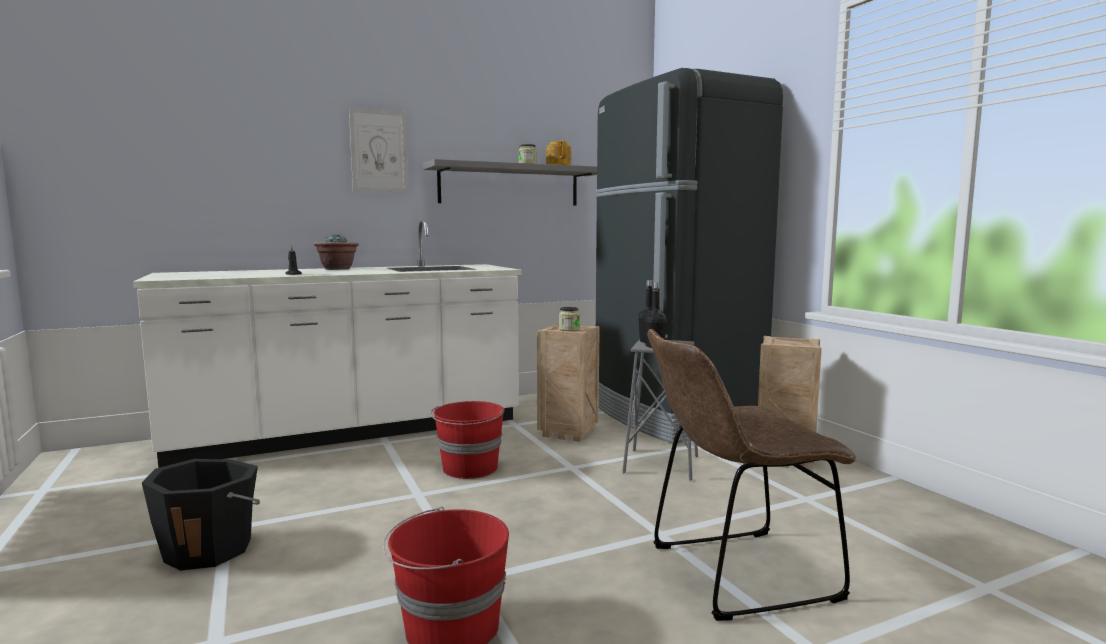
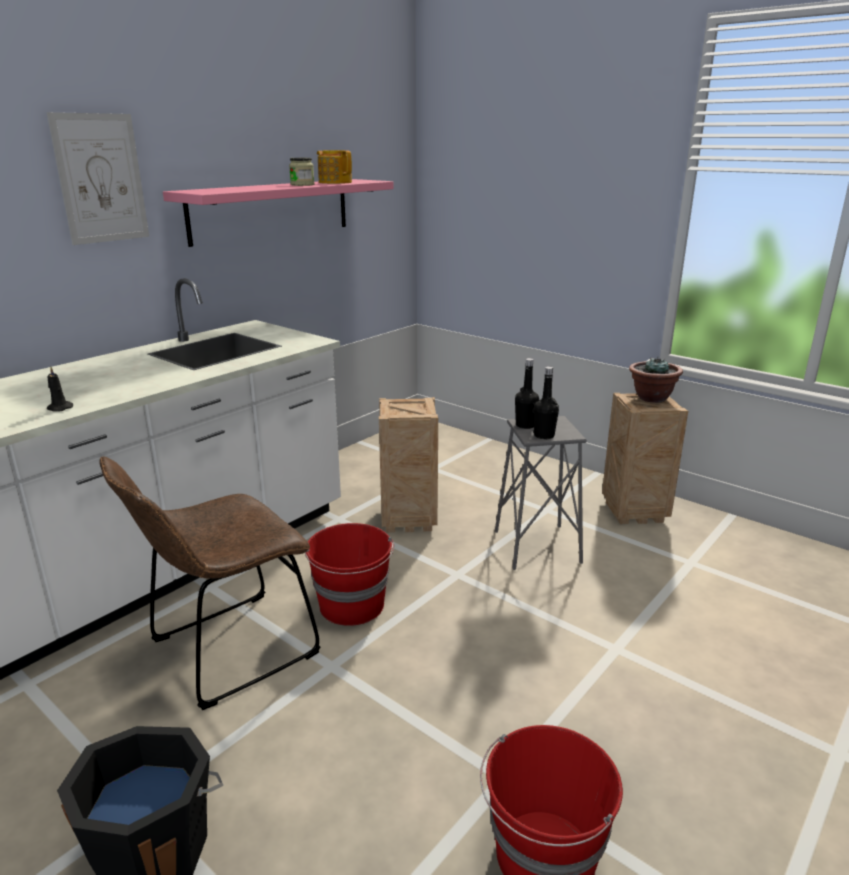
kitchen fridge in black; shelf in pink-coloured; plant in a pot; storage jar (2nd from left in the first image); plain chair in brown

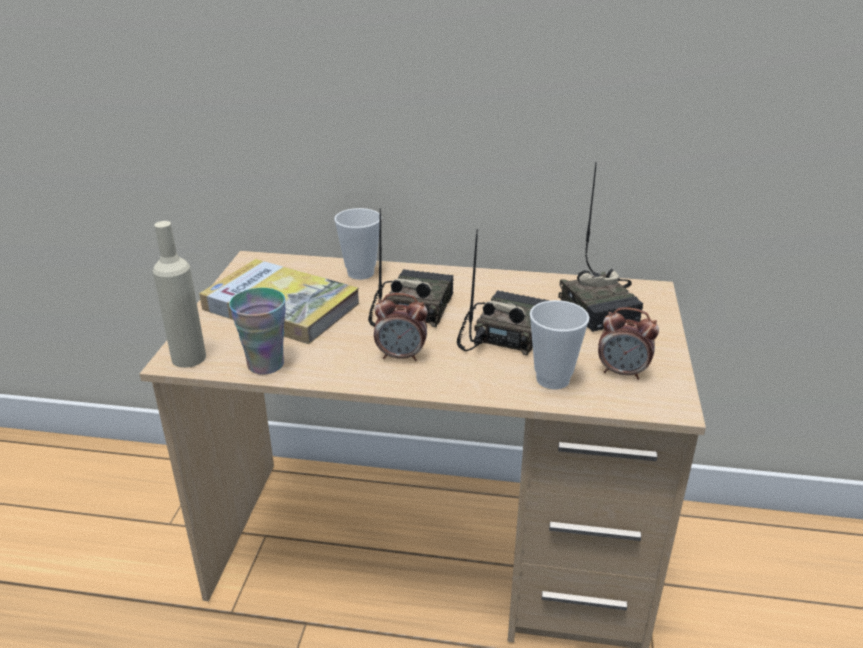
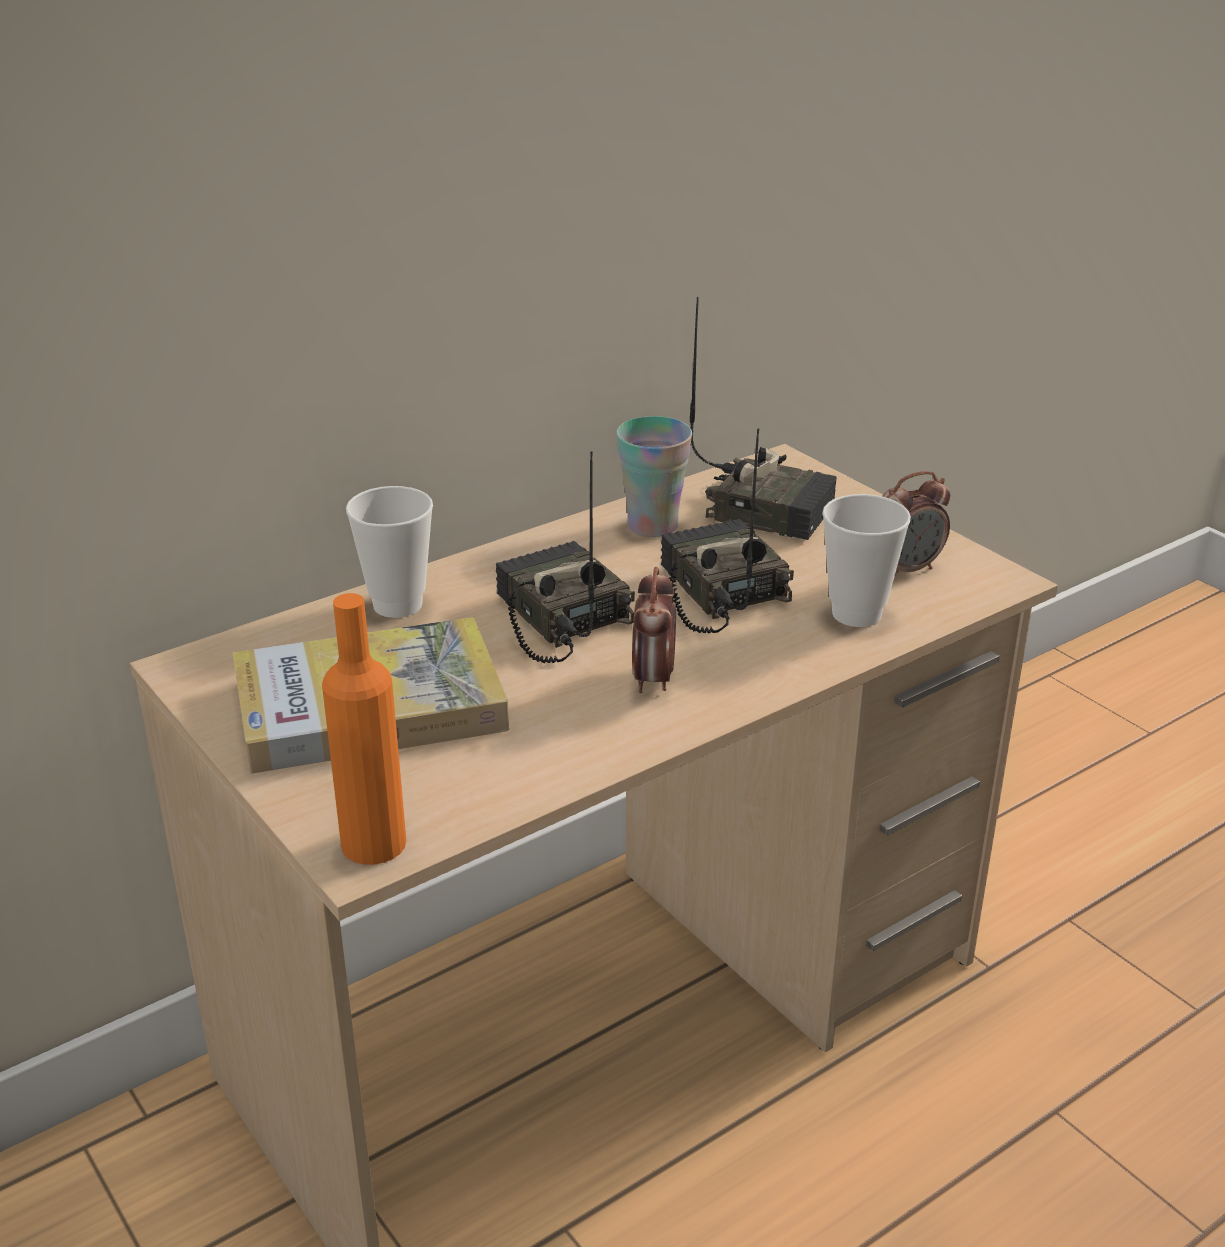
bottle in orange-coloured; drinking cup (2nd from left); alarm clock (1st from left)

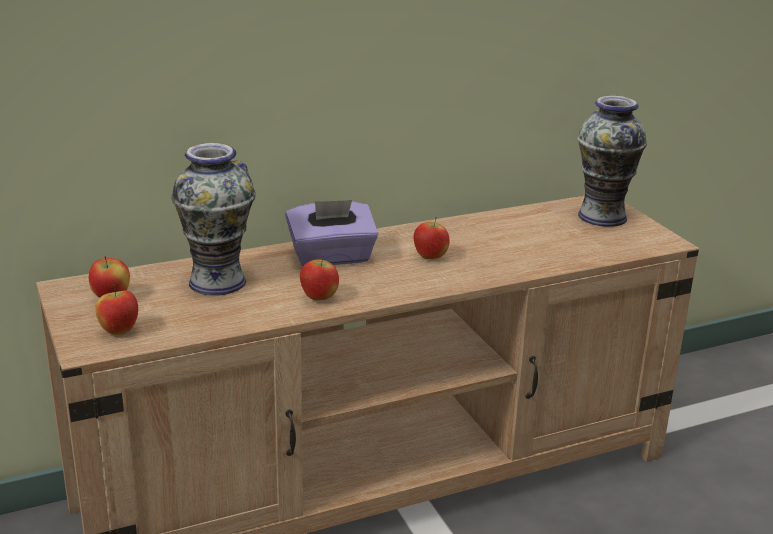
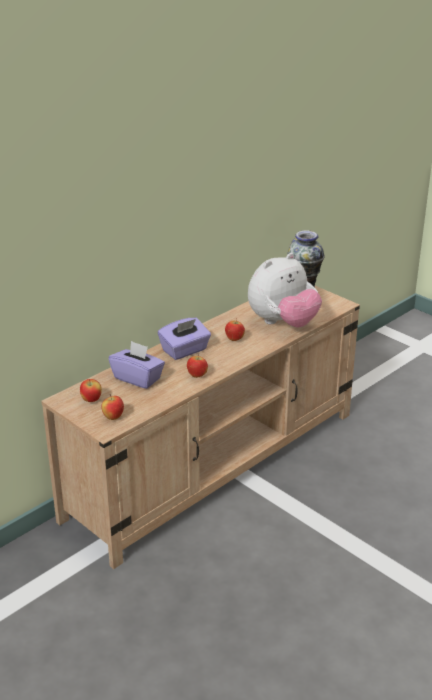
tissue holder in purple-coloured (1st from left); soft toy

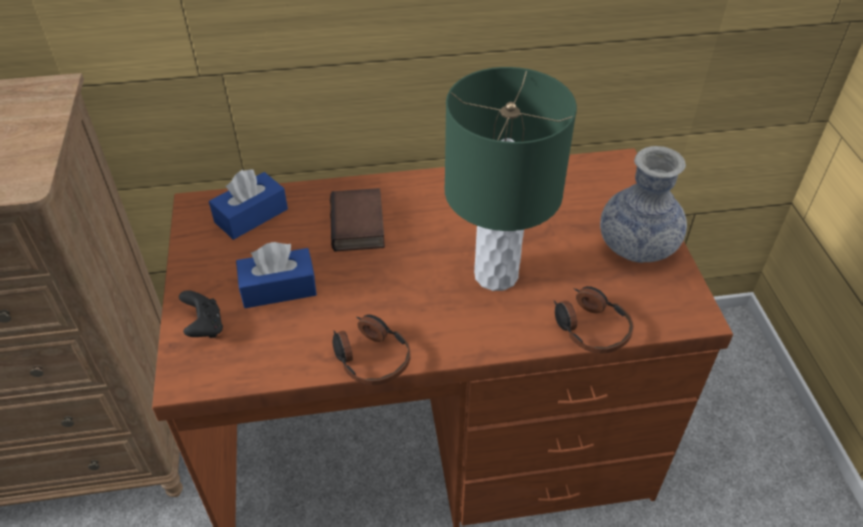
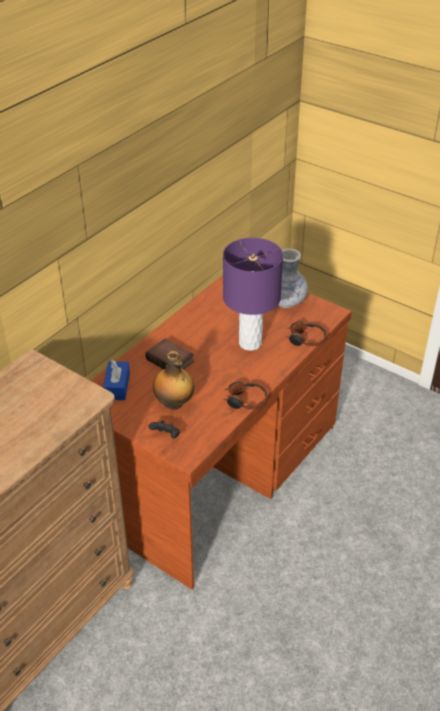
lamp for a table in purple-coloured; bottle

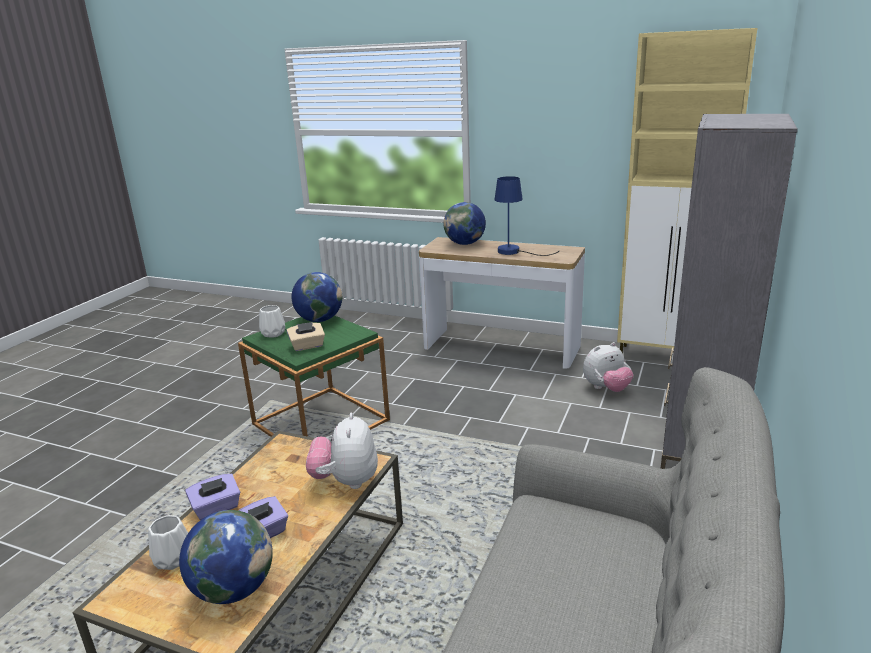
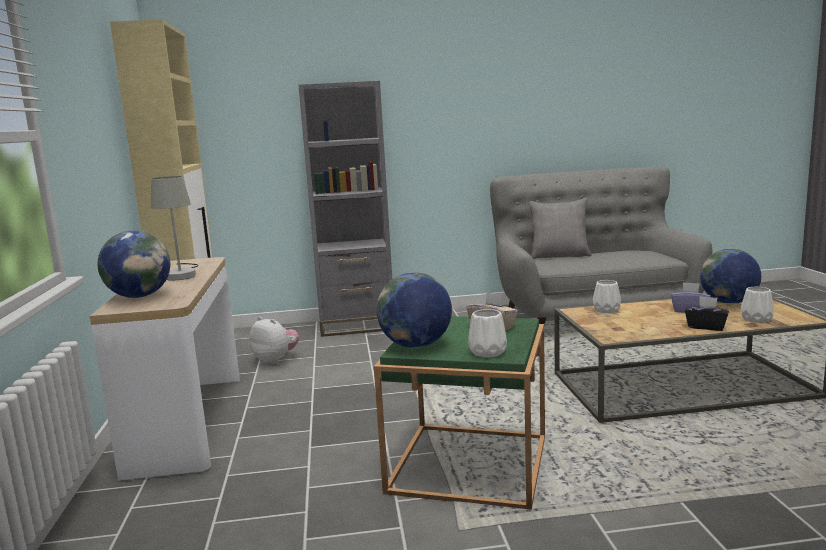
lamp for a table in grey; decorative vase in white (2nd from left); tissue holder in black; cushion in grey

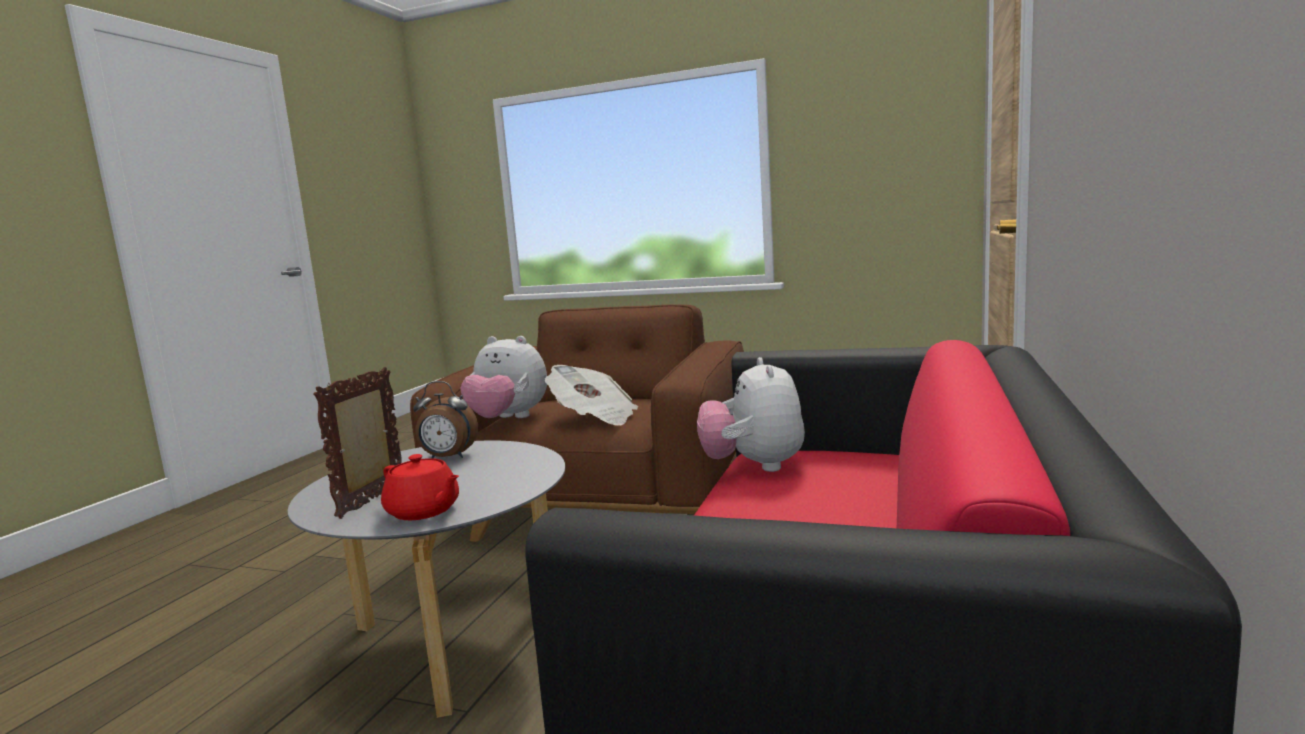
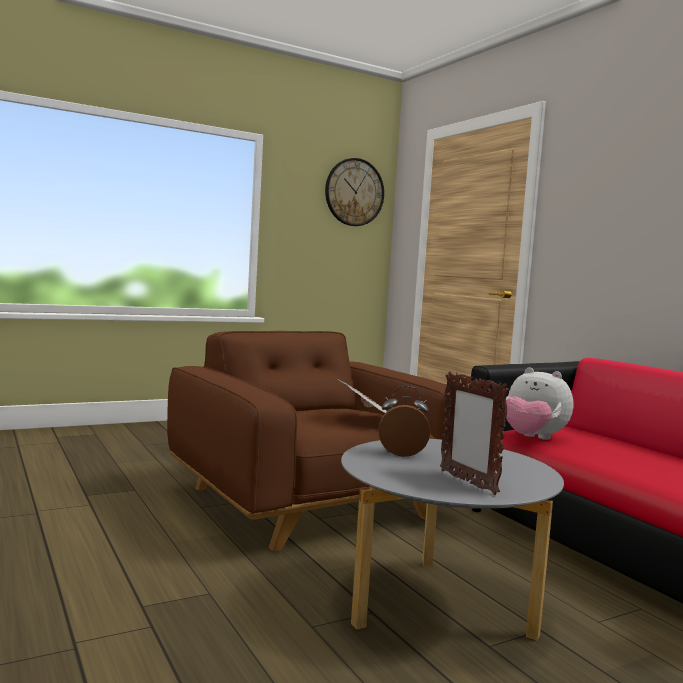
soft toy (1st from left in the first image); alarm clock; tea pot in red-coloured; wall clock

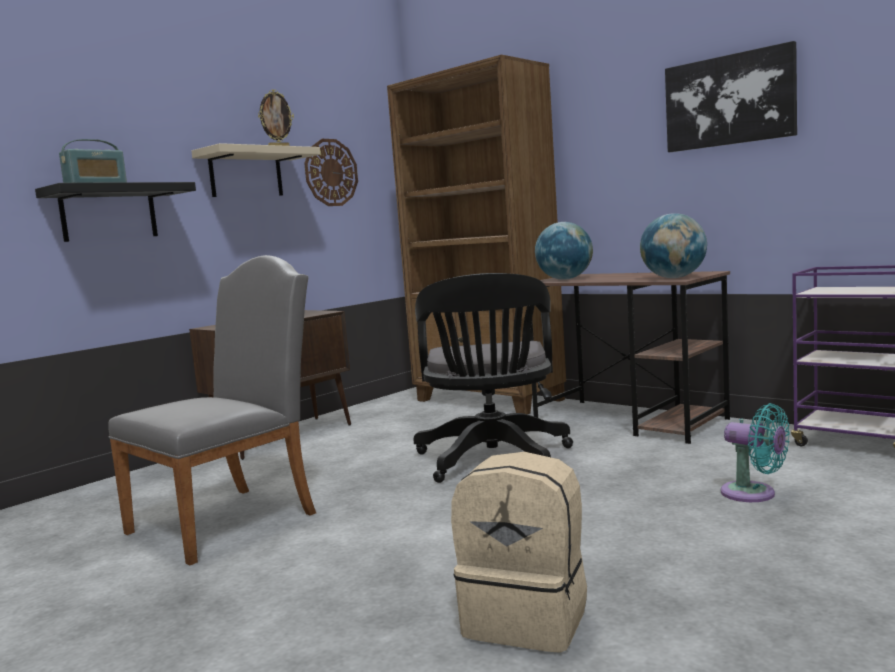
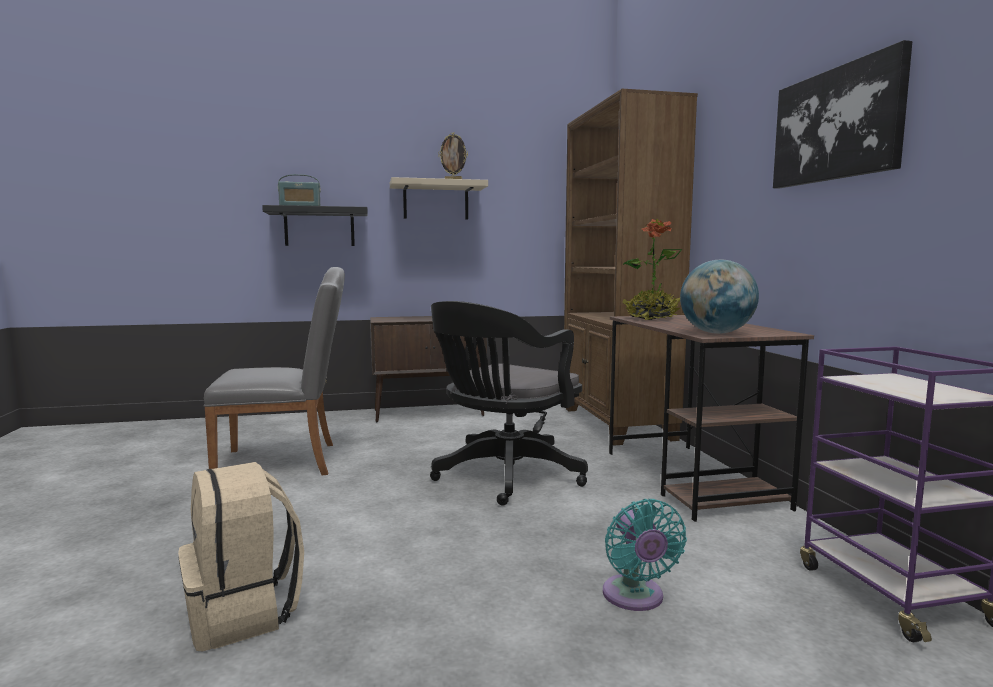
wall clock; plant in a pot

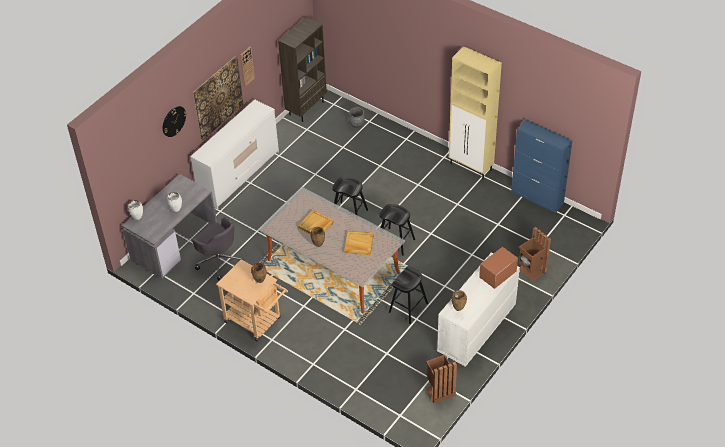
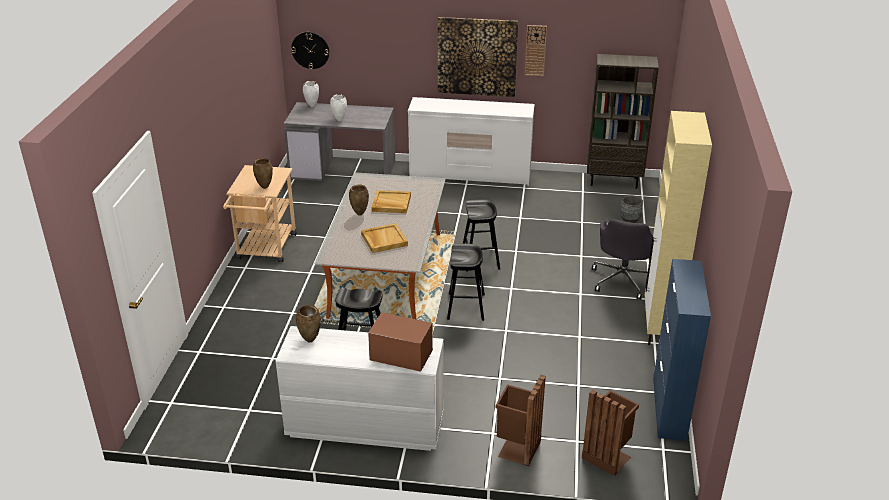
wall clock (1st from left); computer chair in grey; waste bin in brown (2nd from left)

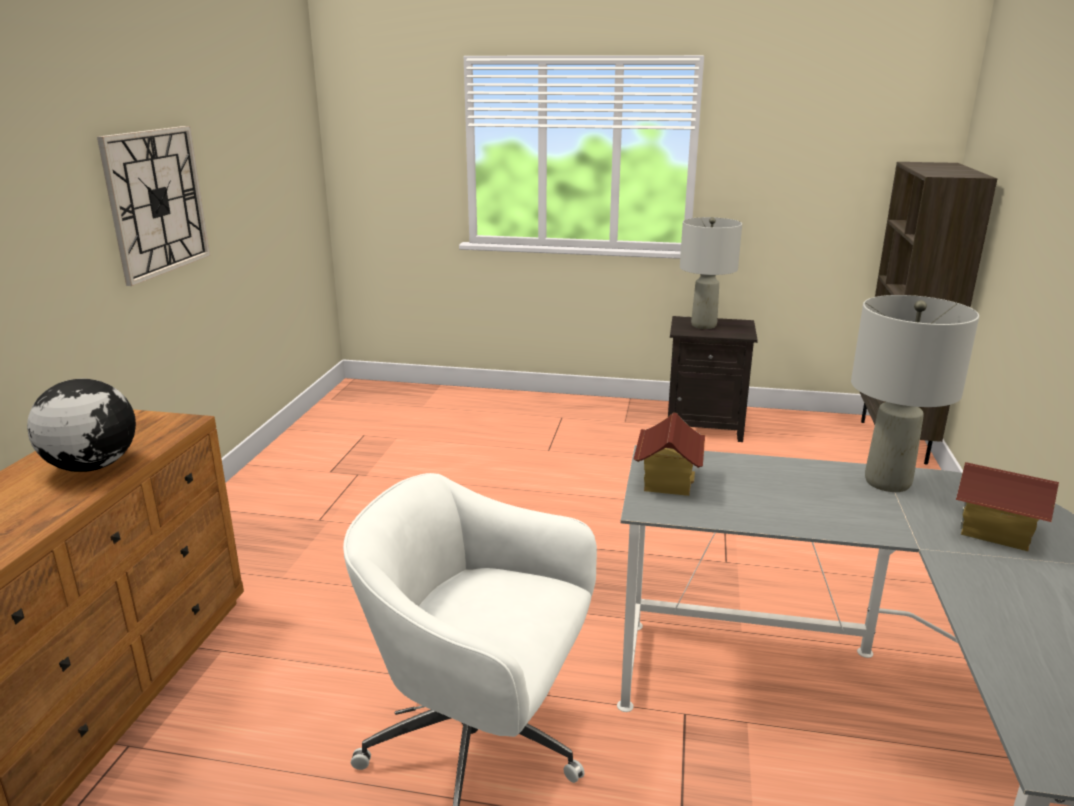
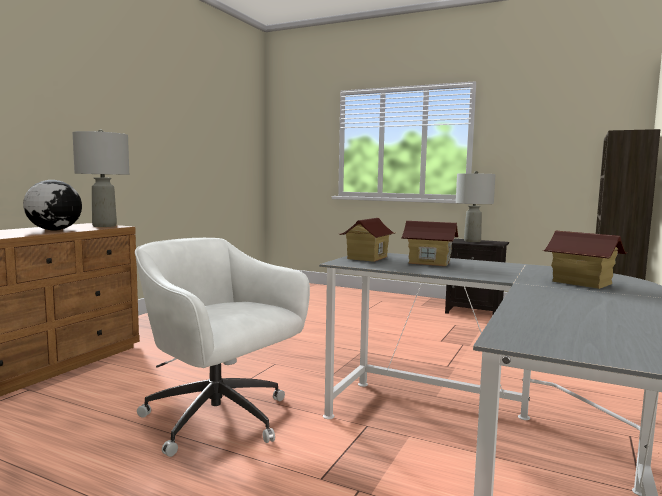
wall clock; lamp for a table in grey (1st from left); model house (2nd from left)

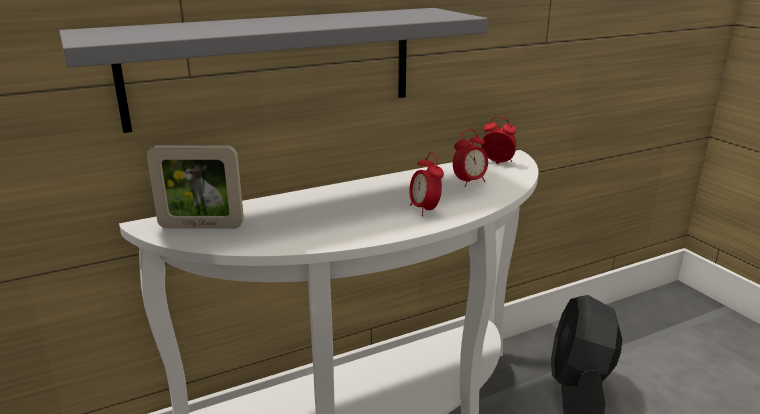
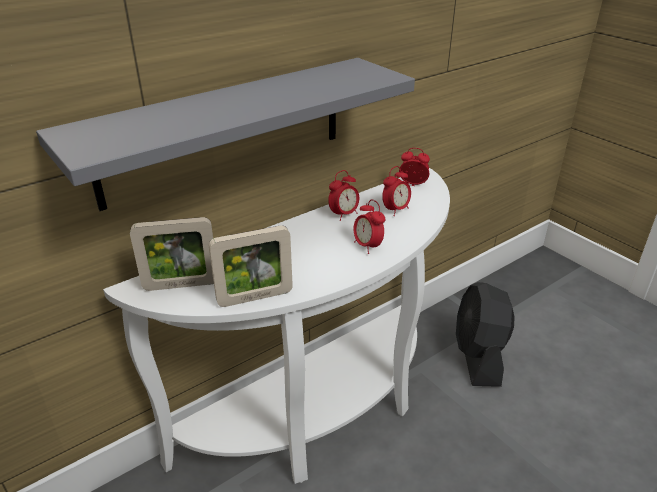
alarm clock (1st from left); standing frame (2nd from left)

